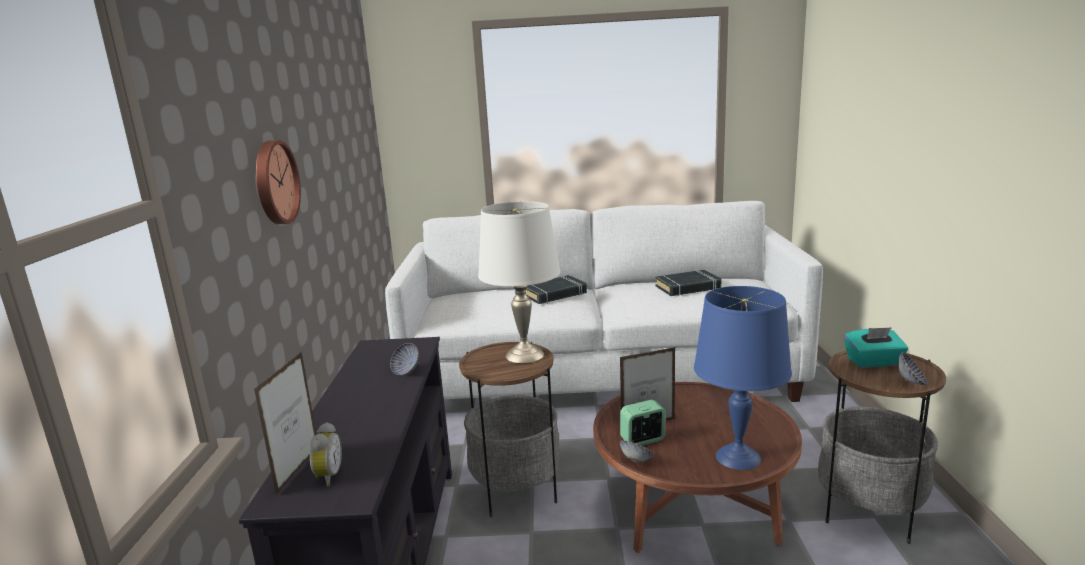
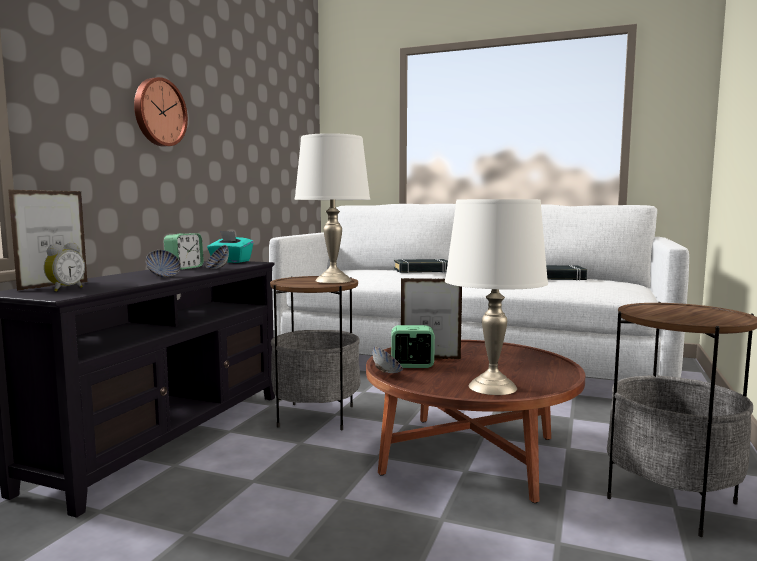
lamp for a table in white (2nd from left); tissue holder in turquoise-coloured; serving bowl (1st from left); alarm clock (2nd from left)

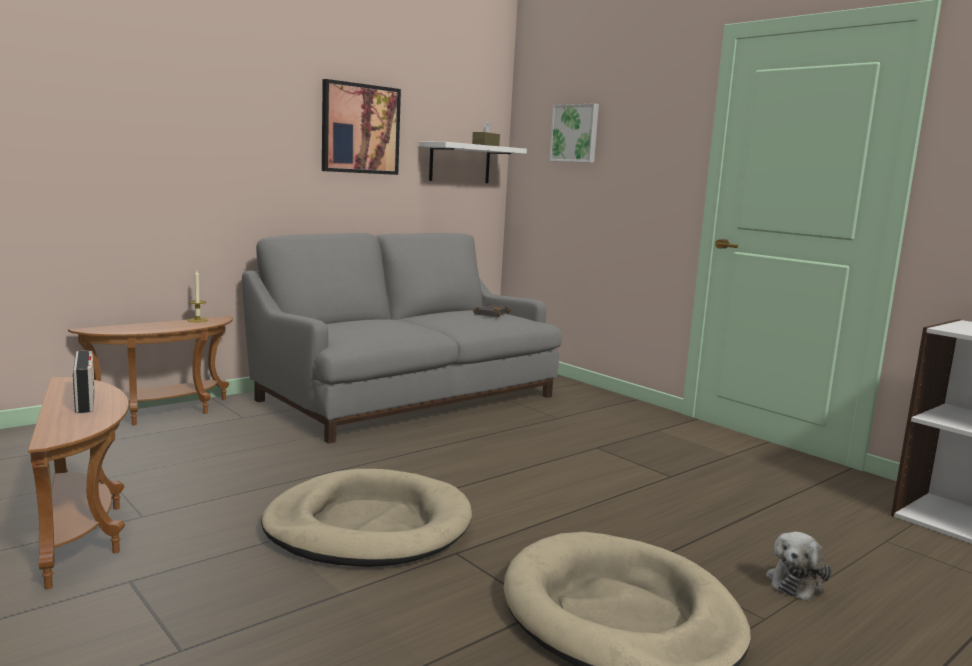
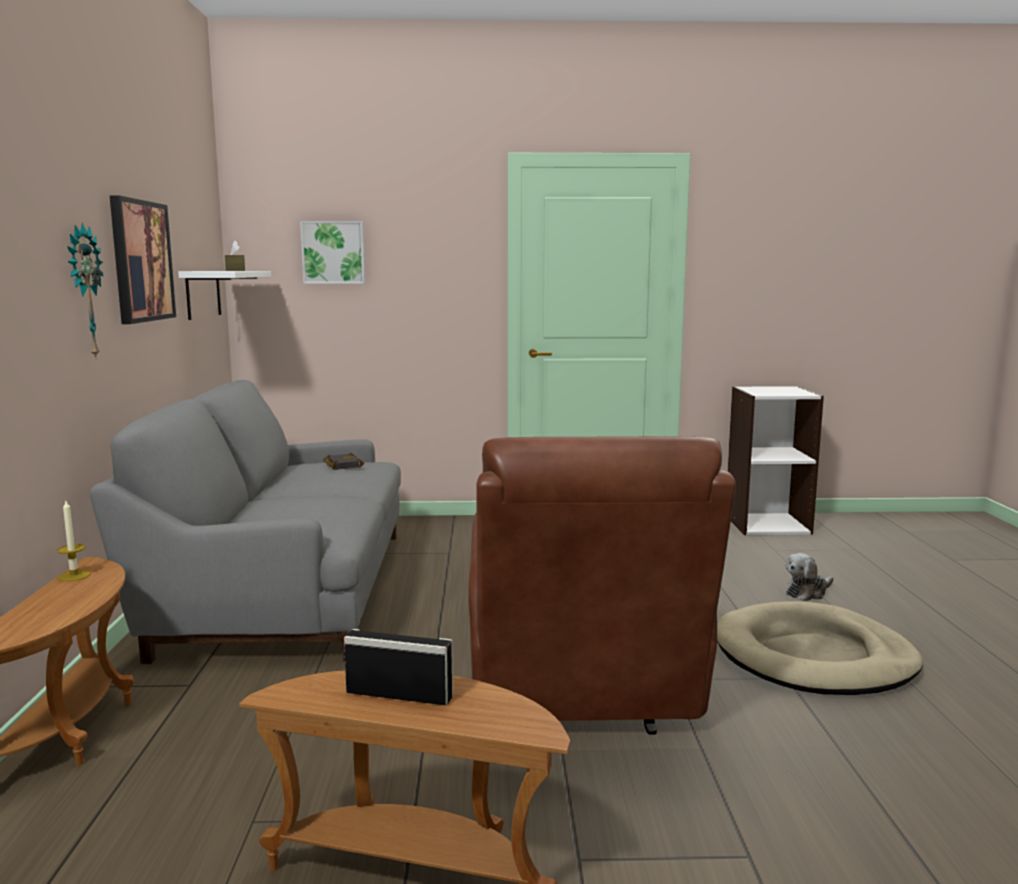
easy chair in brown; soft toy; wall clock

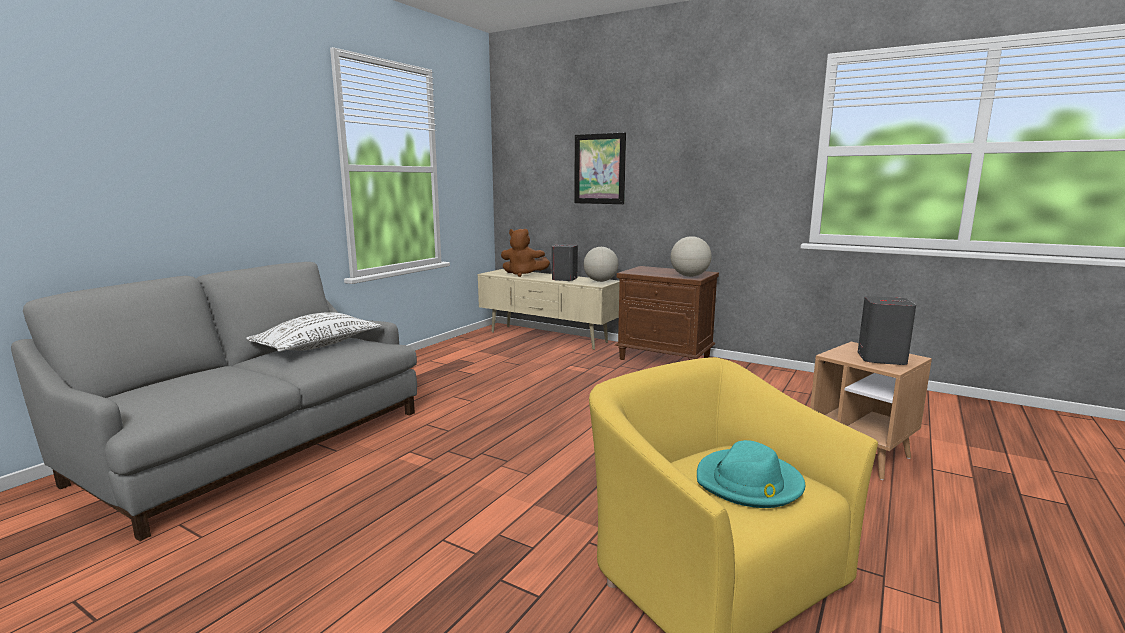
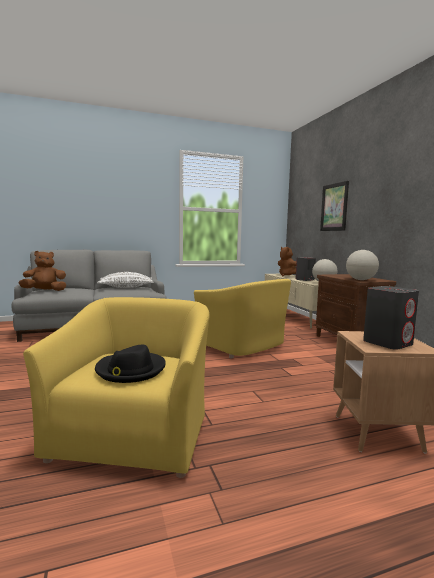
clothing hat in black; soft toy in brown (1st from left); easy chair in yellow (2nd from left)

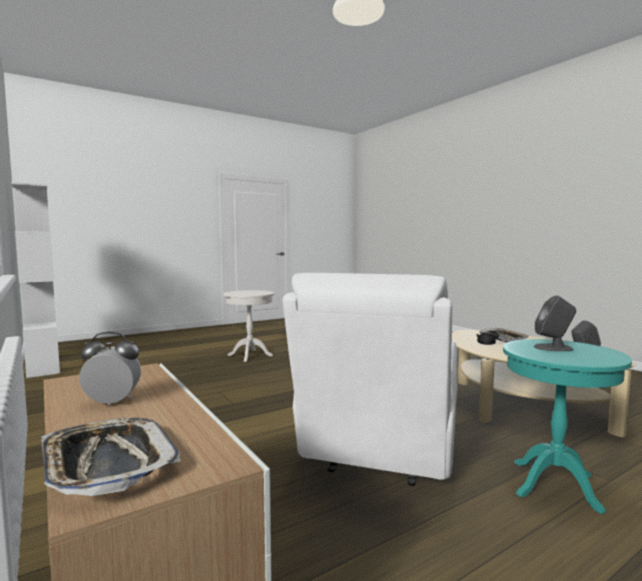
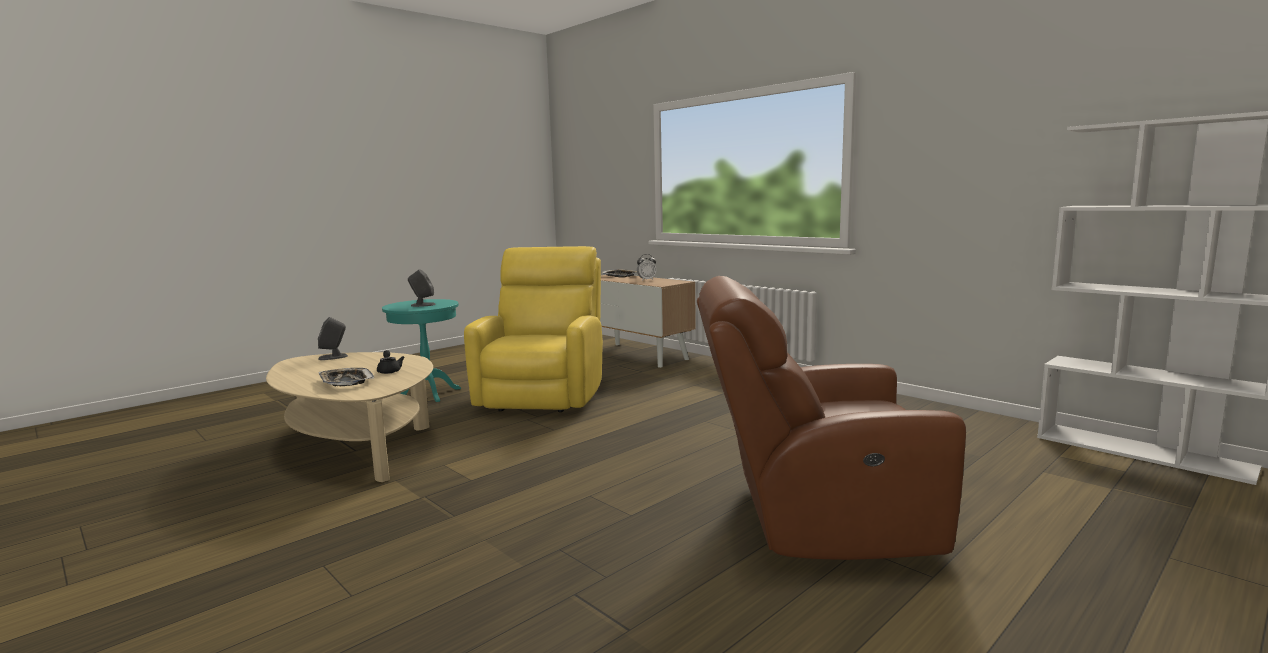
easy chair in yellow; easy chair in brown

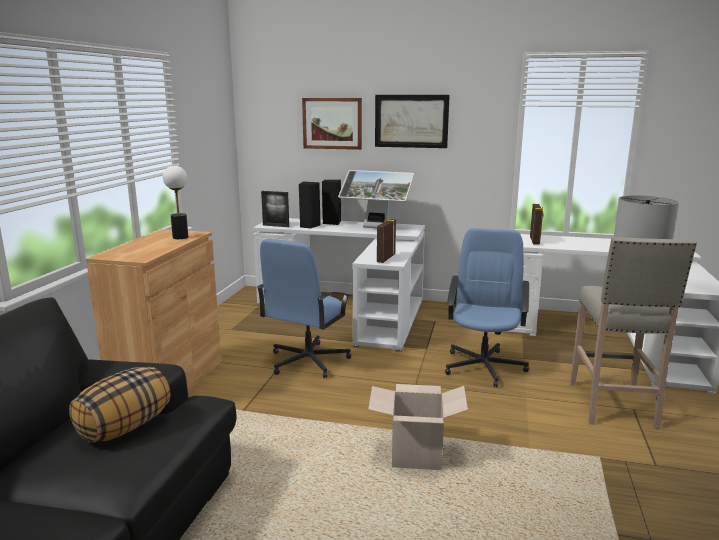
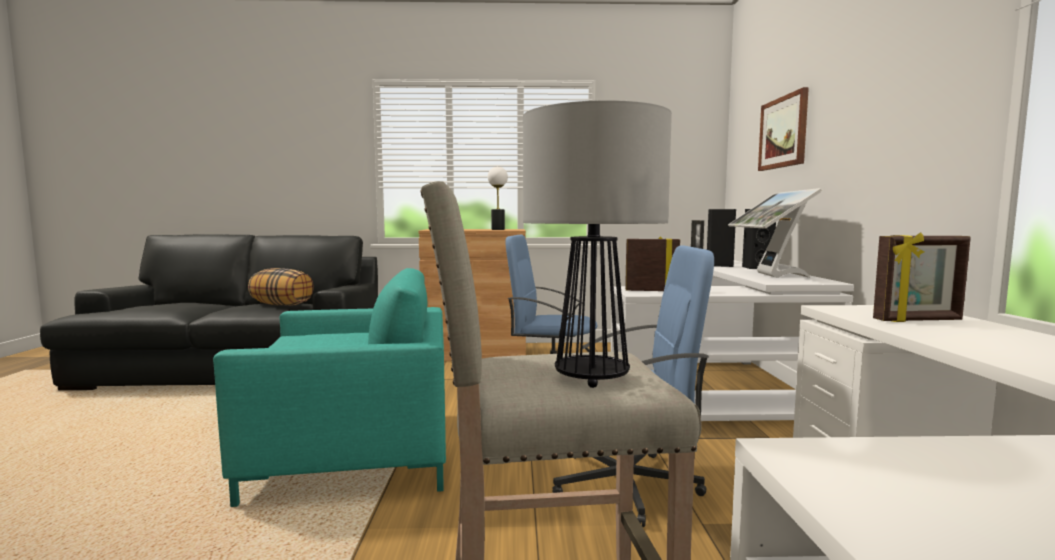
wall picture (2nd from left in the first image); easy chair in turquoise-coloured

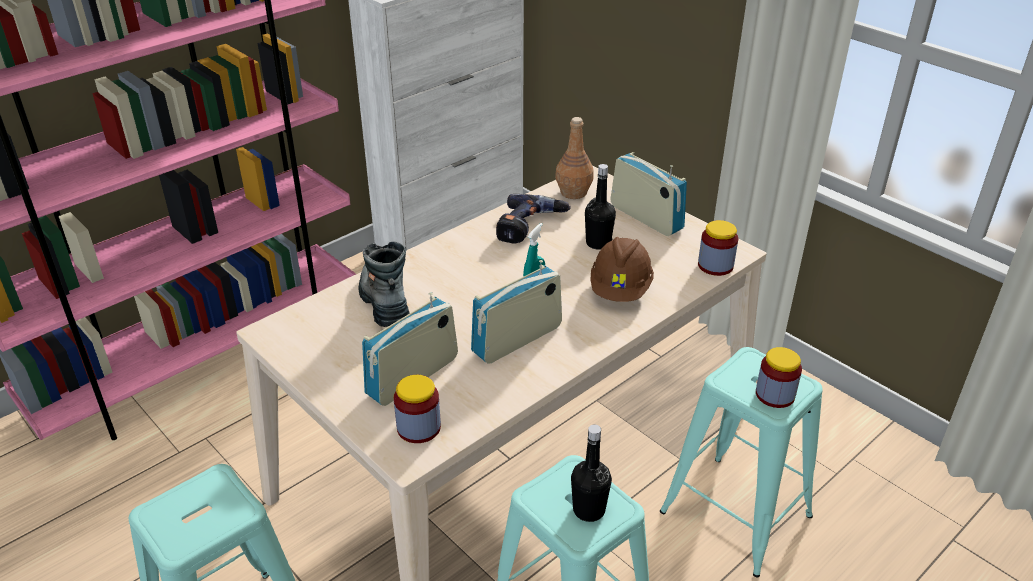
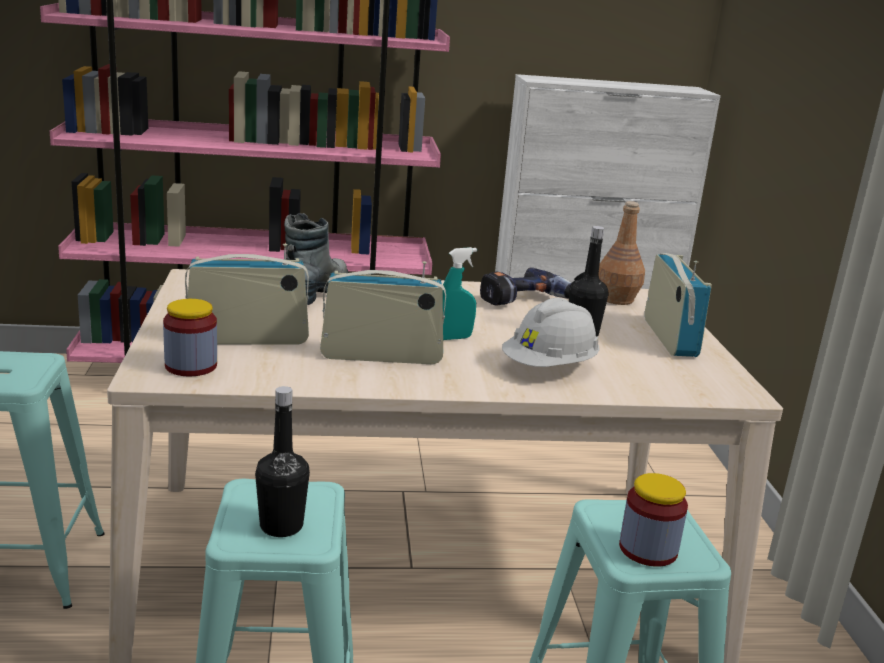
storage jar (2nd from left in the first image); work helmet in white

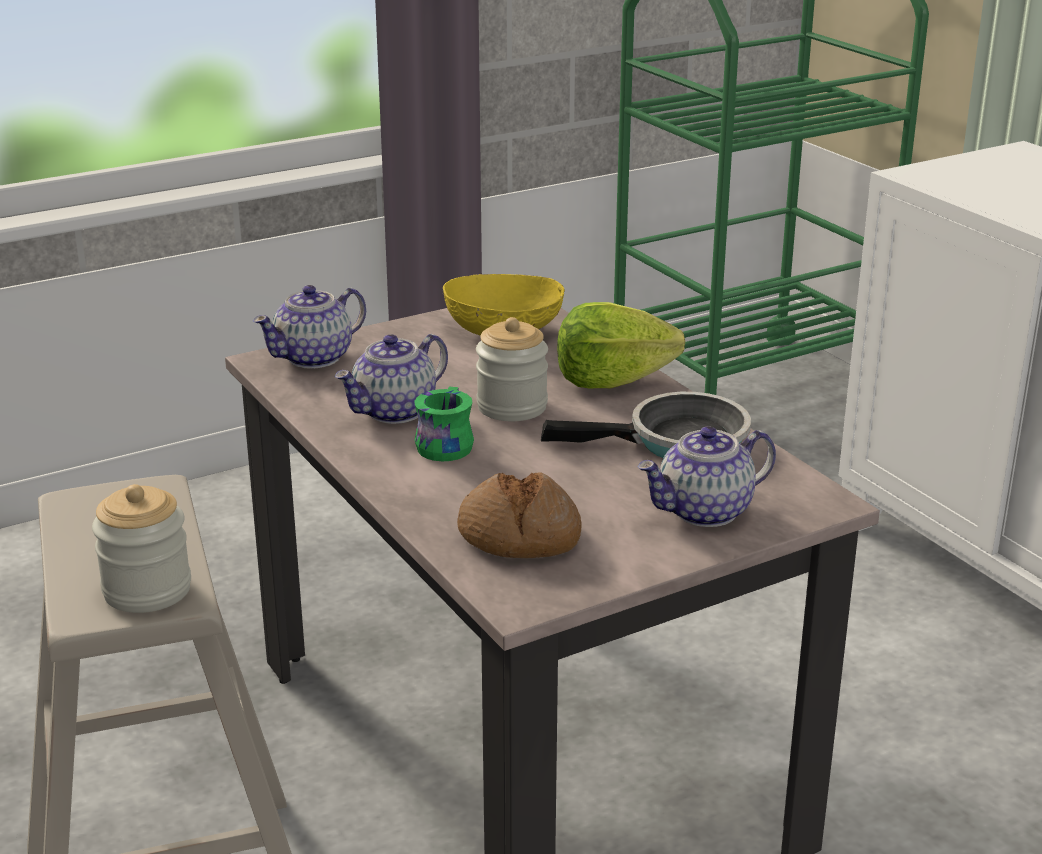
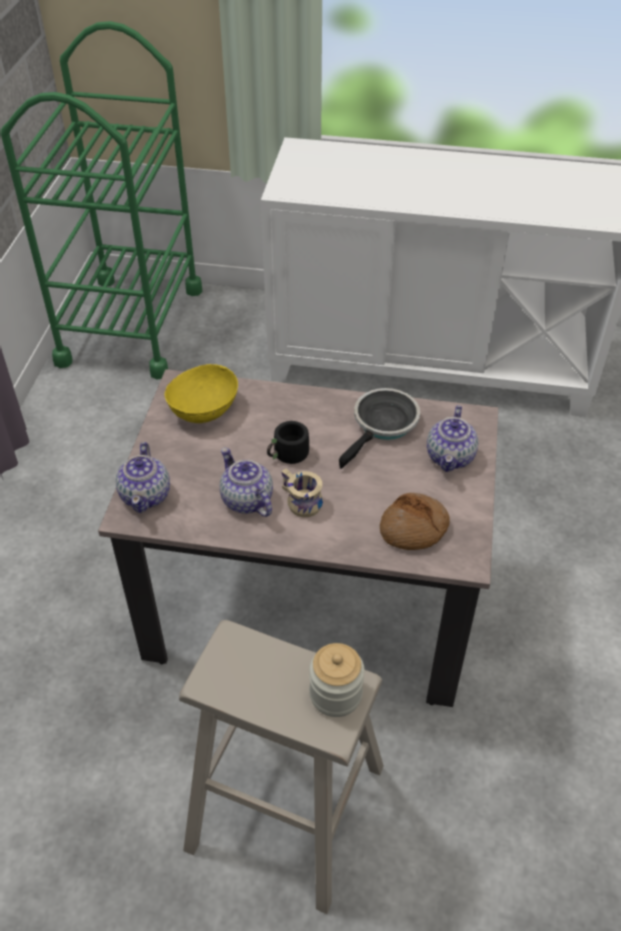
lettuce head; mug in black; tea pot (2nd from left); mug in beige

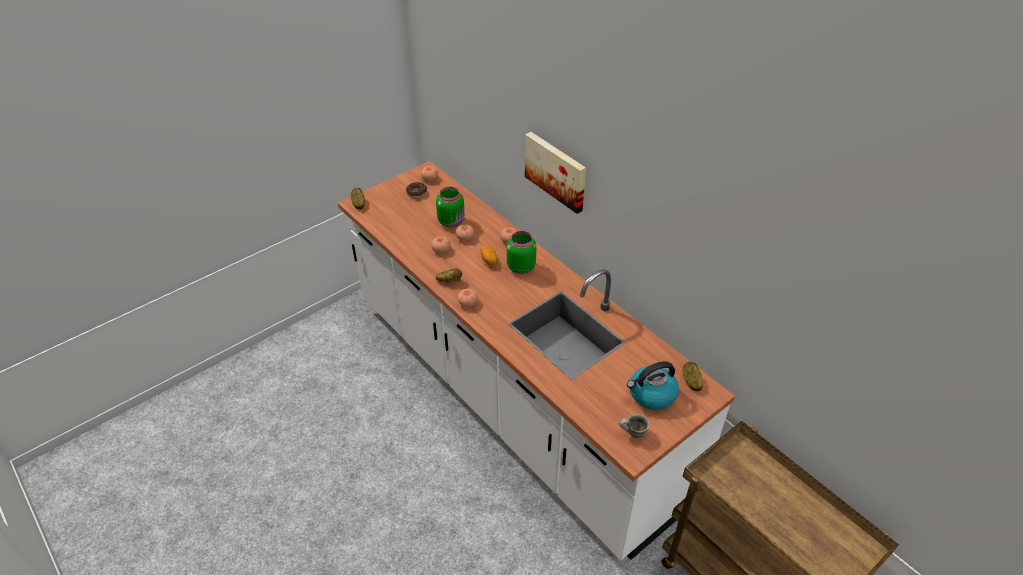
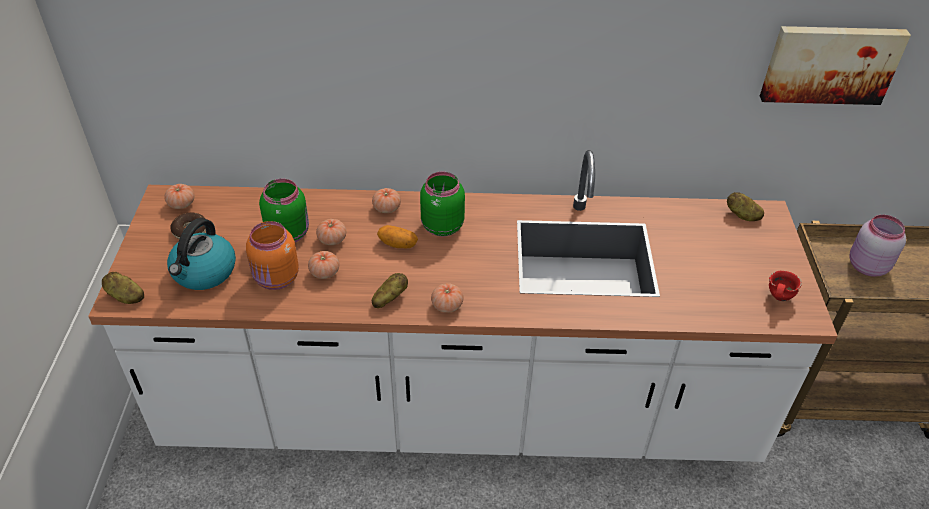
wall picture; tea kettle; mug in red-coloured; storage jar in pink-coloured; storage jar in orange-coloured

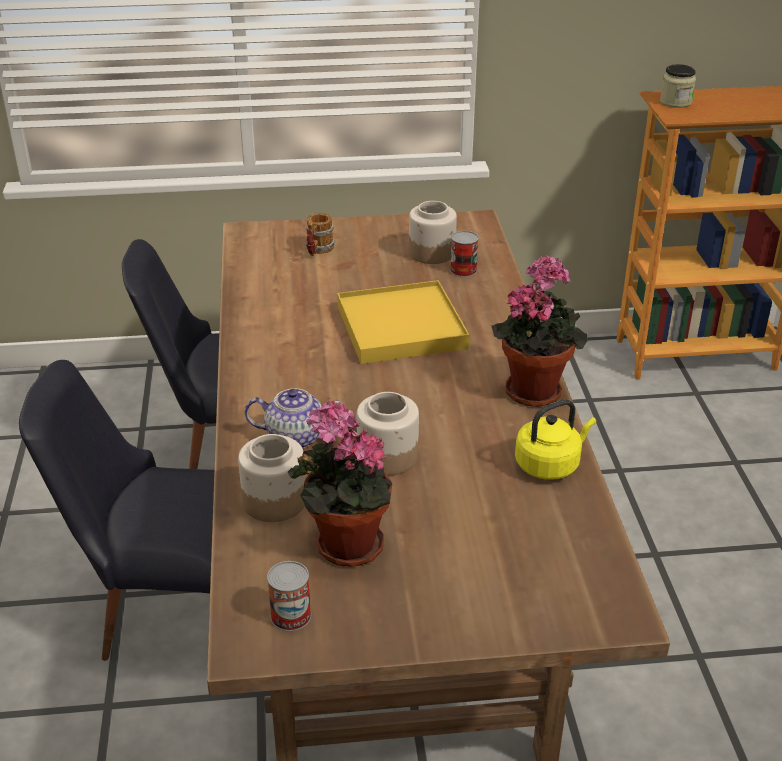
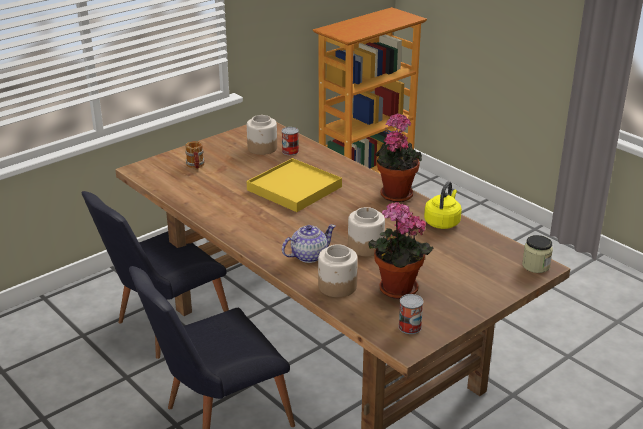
storage jar (4th from left)

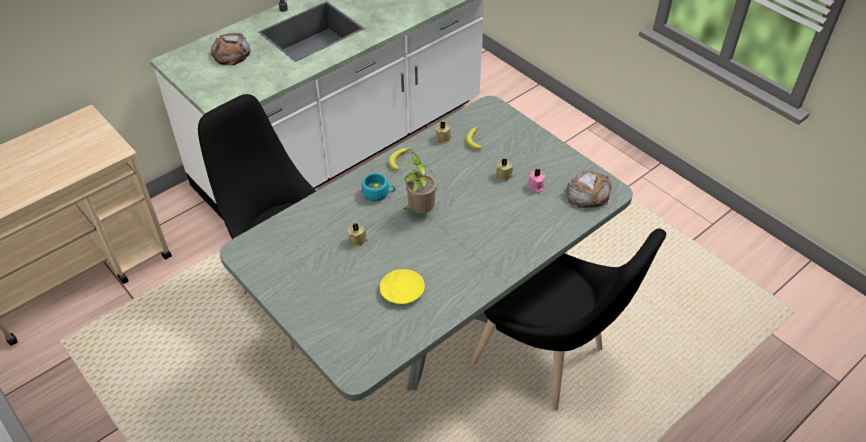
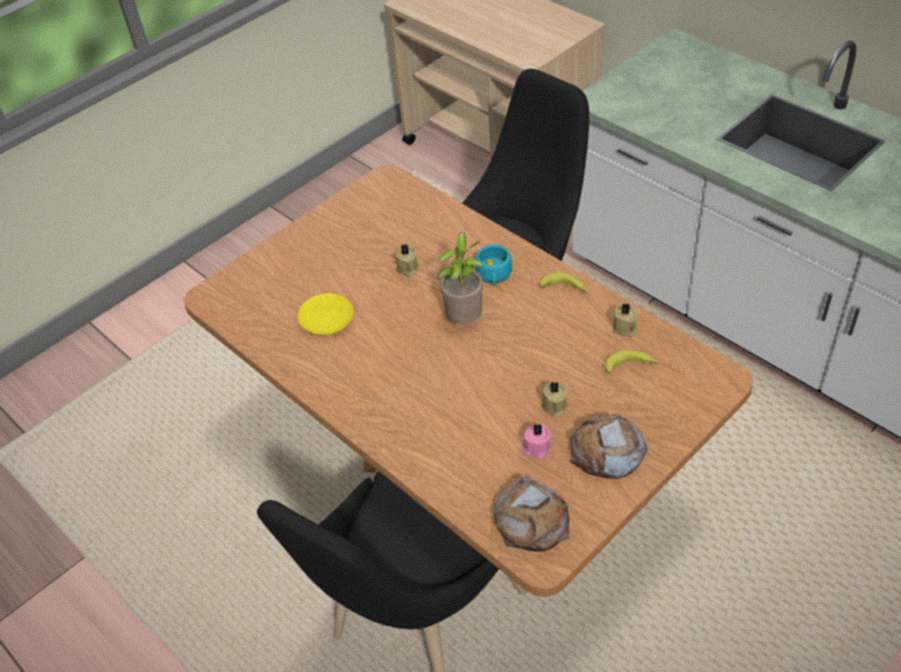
bread (2nd from left); dining table in brown

